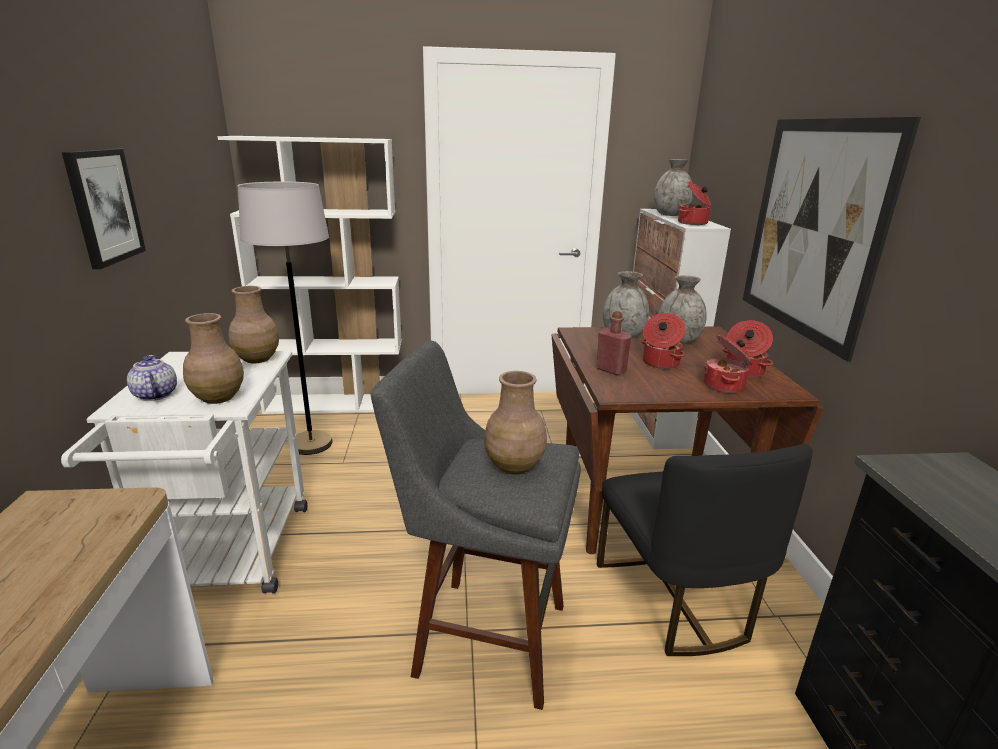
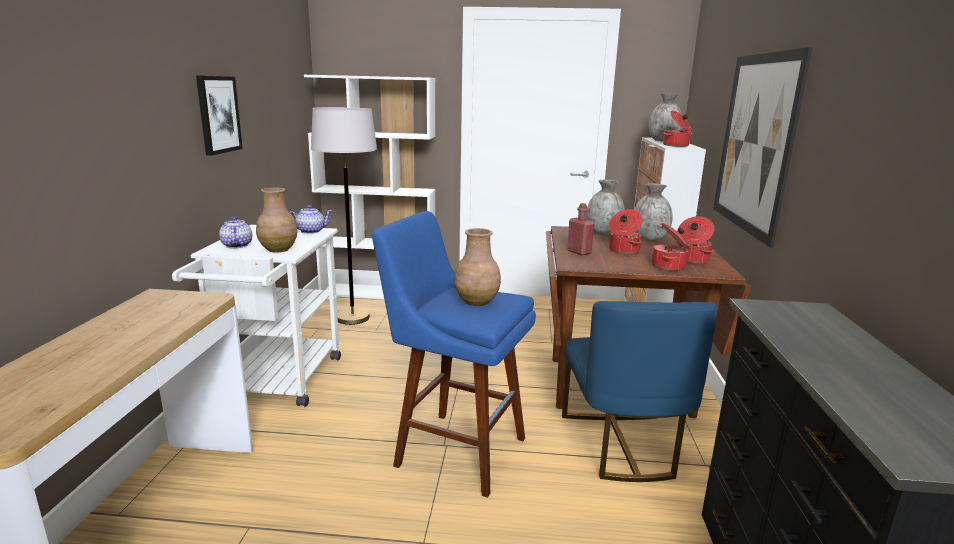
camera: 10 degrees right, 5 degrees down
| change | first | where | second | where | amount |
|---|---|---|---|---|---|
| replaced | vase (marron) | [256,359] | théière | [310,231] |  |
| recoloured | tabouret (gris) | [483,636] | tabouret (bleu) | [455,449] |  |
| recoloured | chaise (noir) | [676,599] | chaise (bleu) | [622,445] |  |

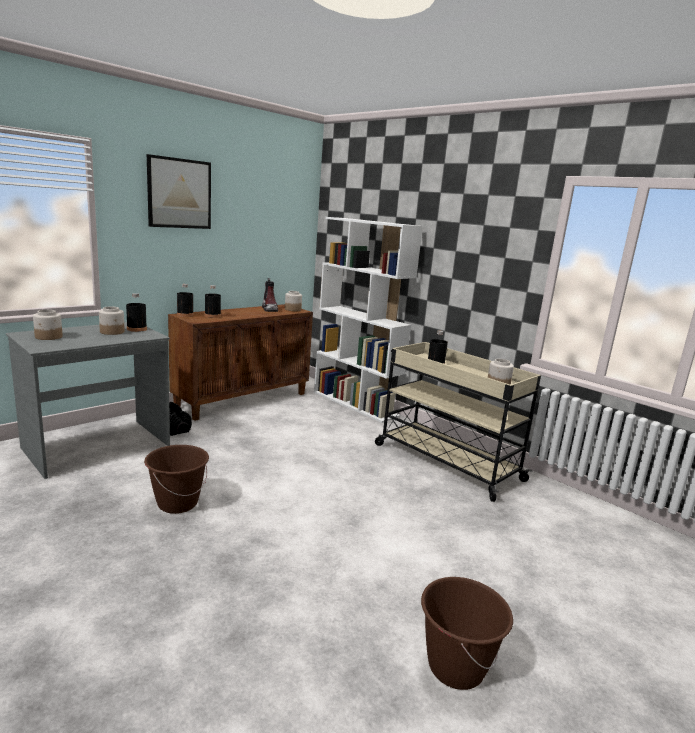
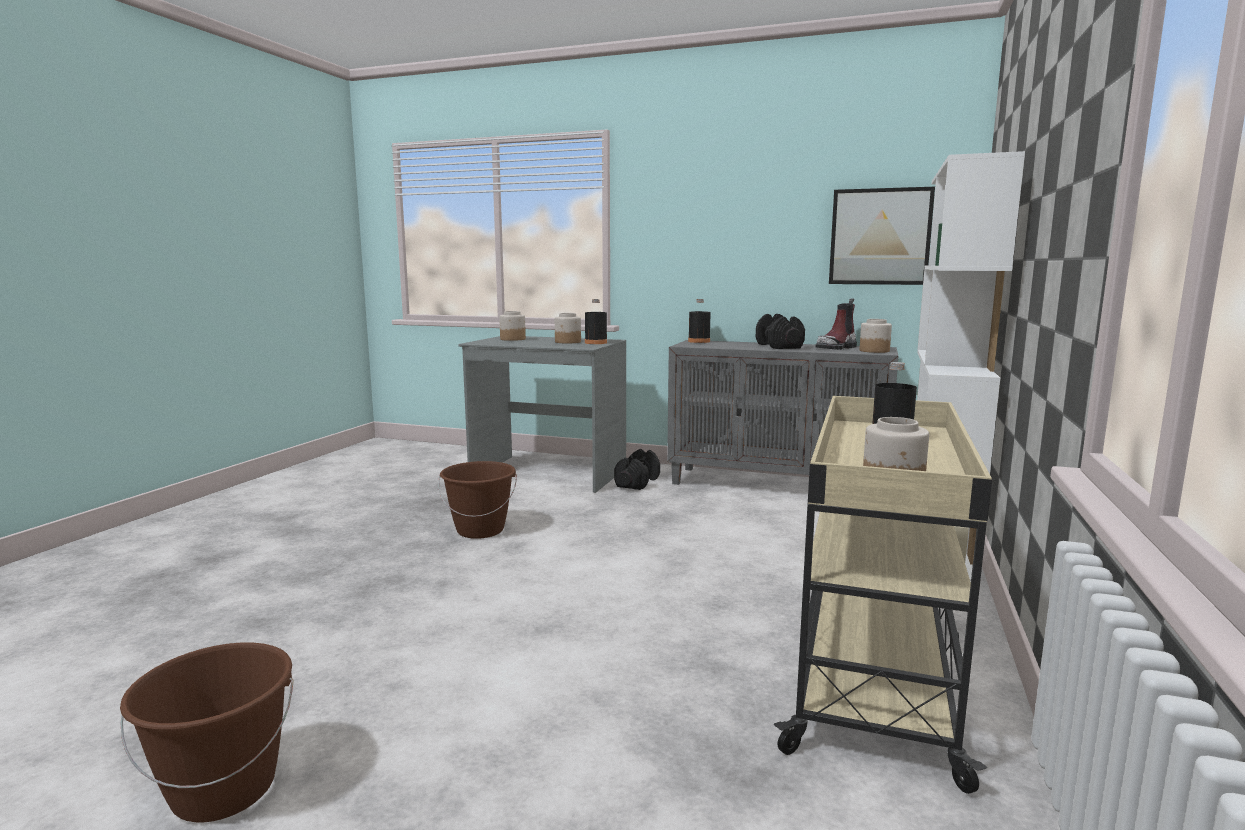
camera: 65 degrees right, 5 degrees down
| change | first | where | second | where | amount |
|---|---|---|---|---|---|
| moved | tableau | [179,193] |  | [880,237] |  |
| removed | bouteille (noir) | [212,316] |  |  |  |
| recoloured | meuble de rangement (marron) | [243,400] | meuble de rangement (gris) | [777,485] |  |
| added |  |  | haltère (noir) | [779,346] |  |

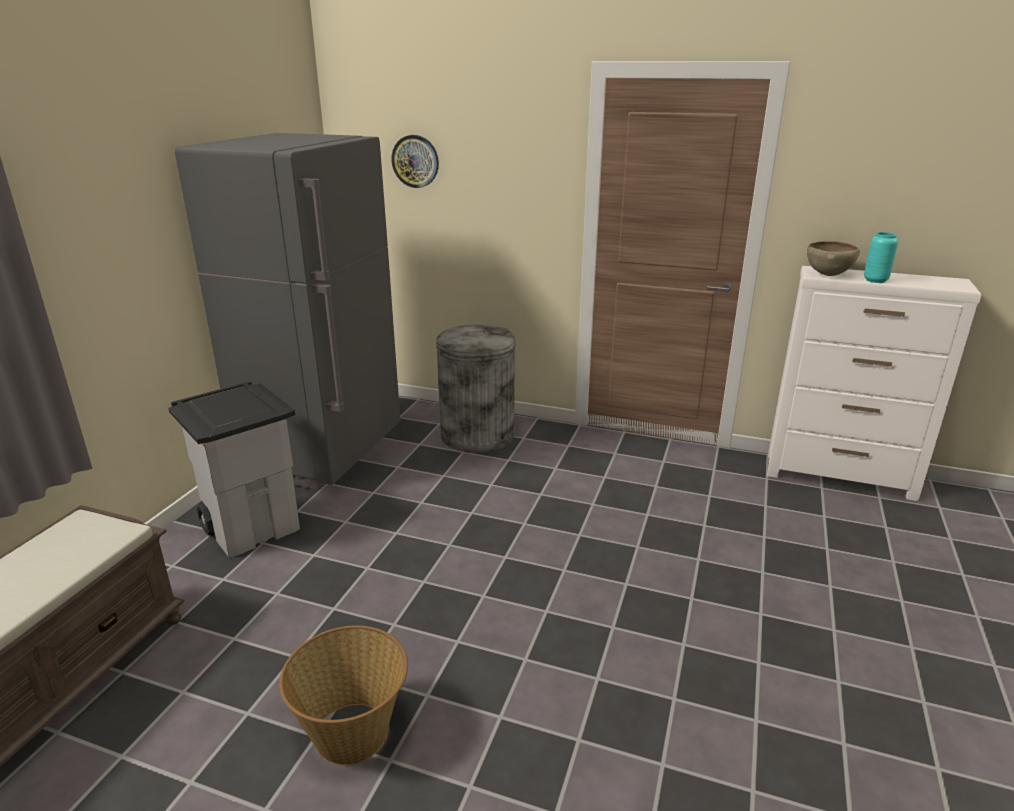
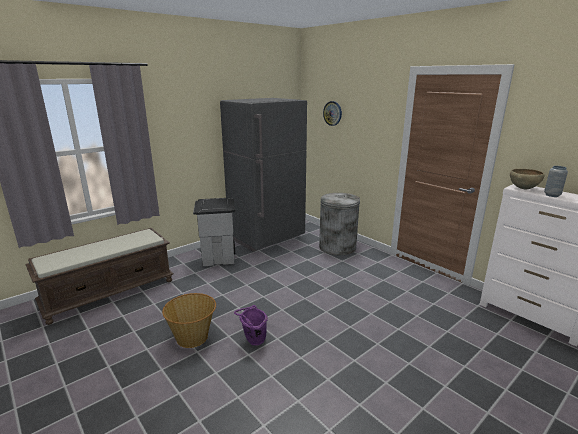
camera: 30 degrees right, 5 degrees down
| change | first | where | second | where | amount |
|---|---|---|---|---|---|
| recoloured | vase (turquoise) | [875,280] | vase (gris) | [552,195] |  |
| added |  |  | seau (violet) | [253,341] |  |

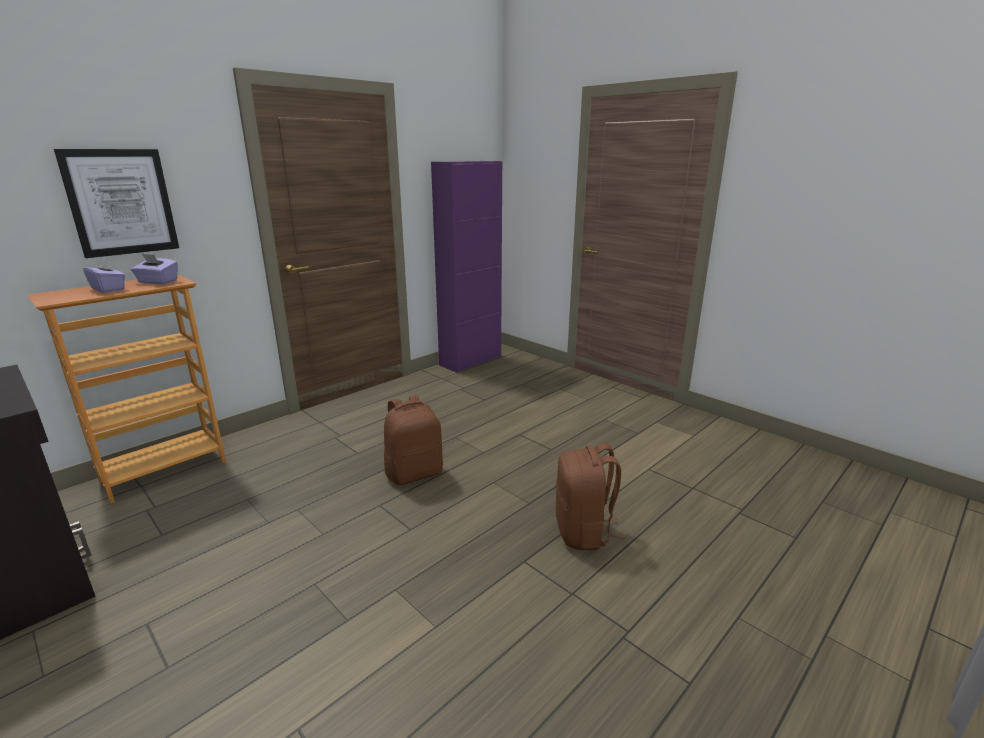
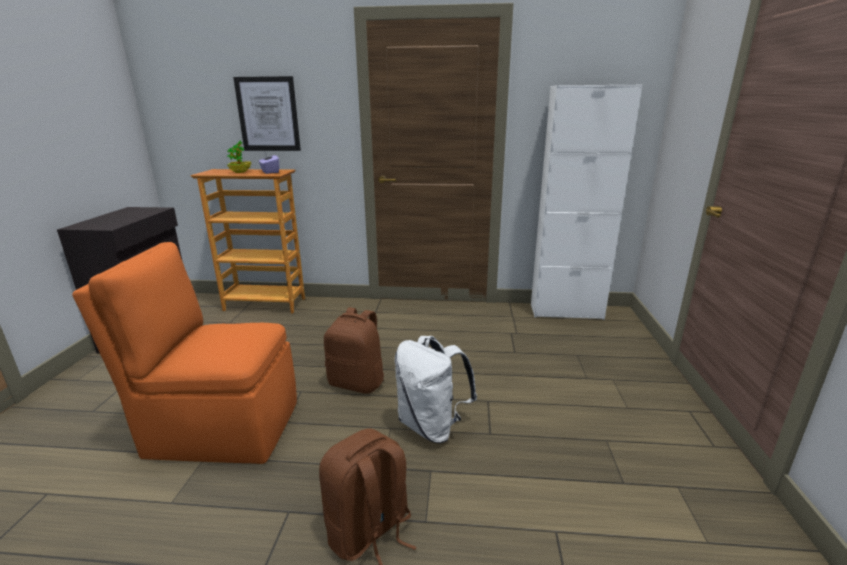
camera: 50 degrees right, 0 degrees up
| change | first | where | second | where | amount |
|---|---|---|---|---|---|
| recoloured | meuble de rangement (violet) | [470,361] | meuble de rangement (blanc) | [566,311] |  |
| replaced | boîte à mouchoirs (violet) | [109,289] | plante en pot | [240,172] |  |
| added |  |  | chaise (orange) | [221,428] |  |
| added |  |  | sac à dos (blanc) | [432,426] |  |

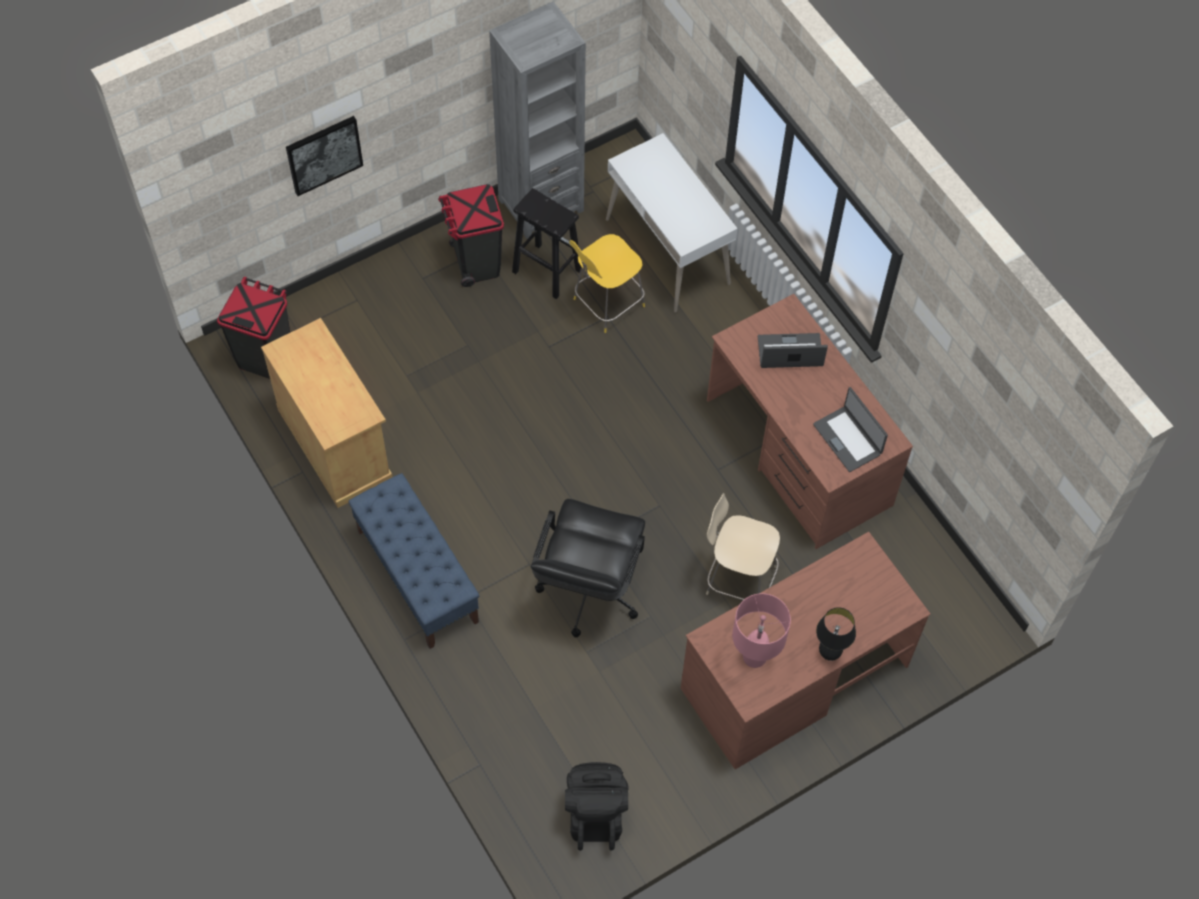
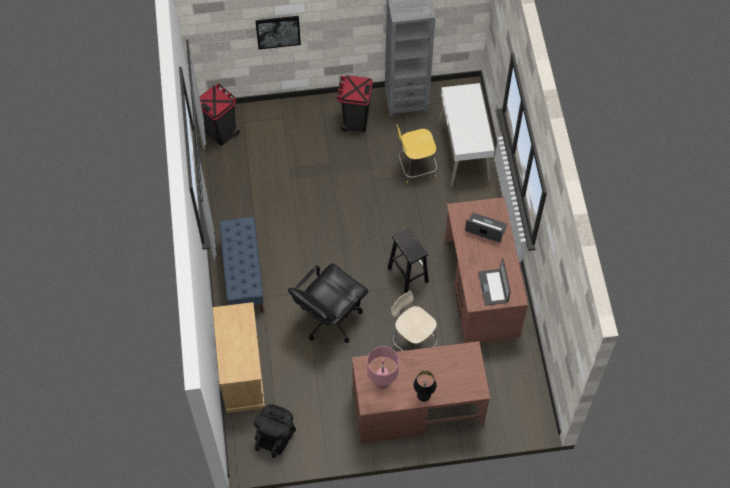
camera: 25 degrees right, 0 degrees up
| change | first | where | second | where | amount |
|---|---|---|---|---|---|
| moved | tabouret (noir) | [546,270] |  | [407,274] |  |
| moved | meuble de rangement (beige) | [335,444] |  | [242,373] |  |

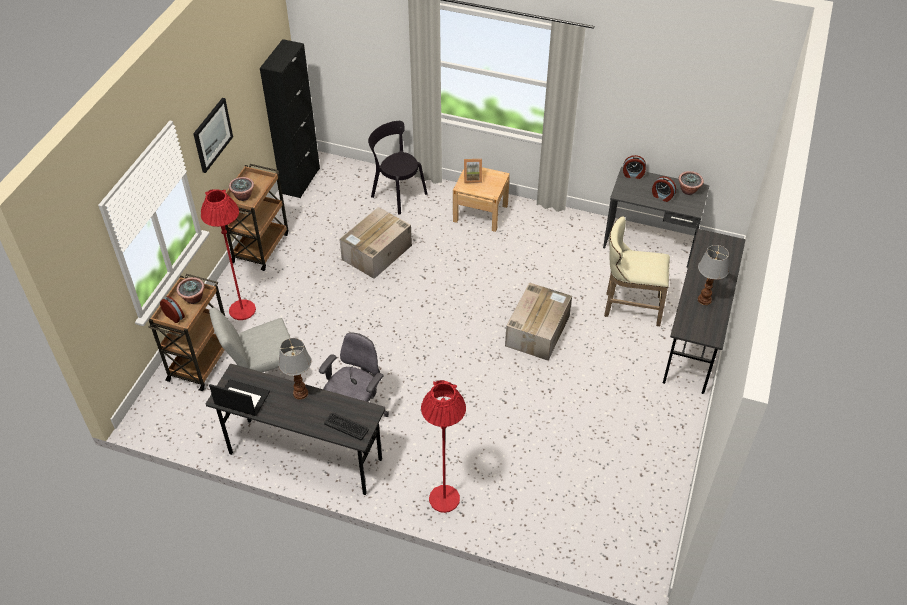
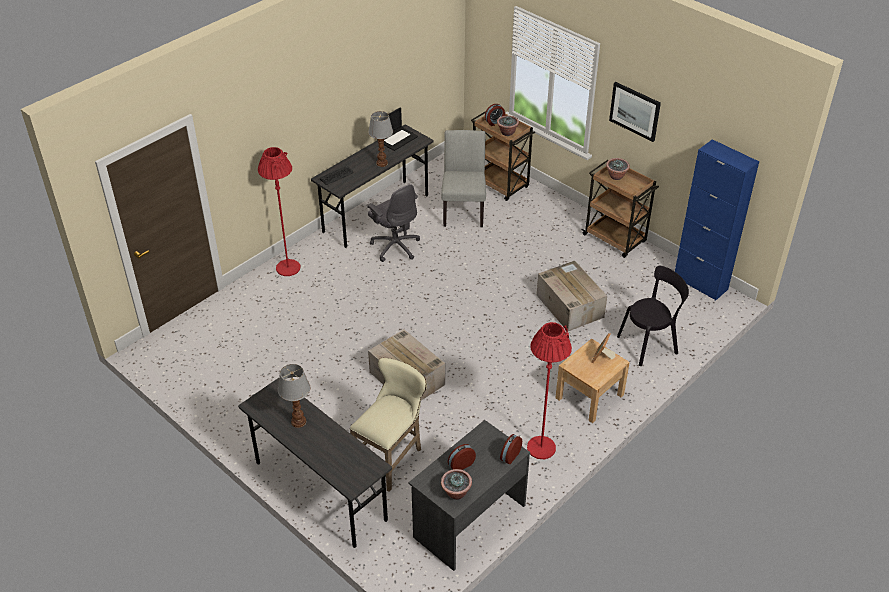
camera: 115 degrees right, 5 degrees down
| change | first | where | second | where | amount |
|---|---|---|---|---|---|
| recoloured | meuble de rangement (noir) | [300,180] | meuble de rangement (bleu) | [700,283] |  |
| moved | lampadaire (rouge) | [242,310] |  | [541,448] |  |

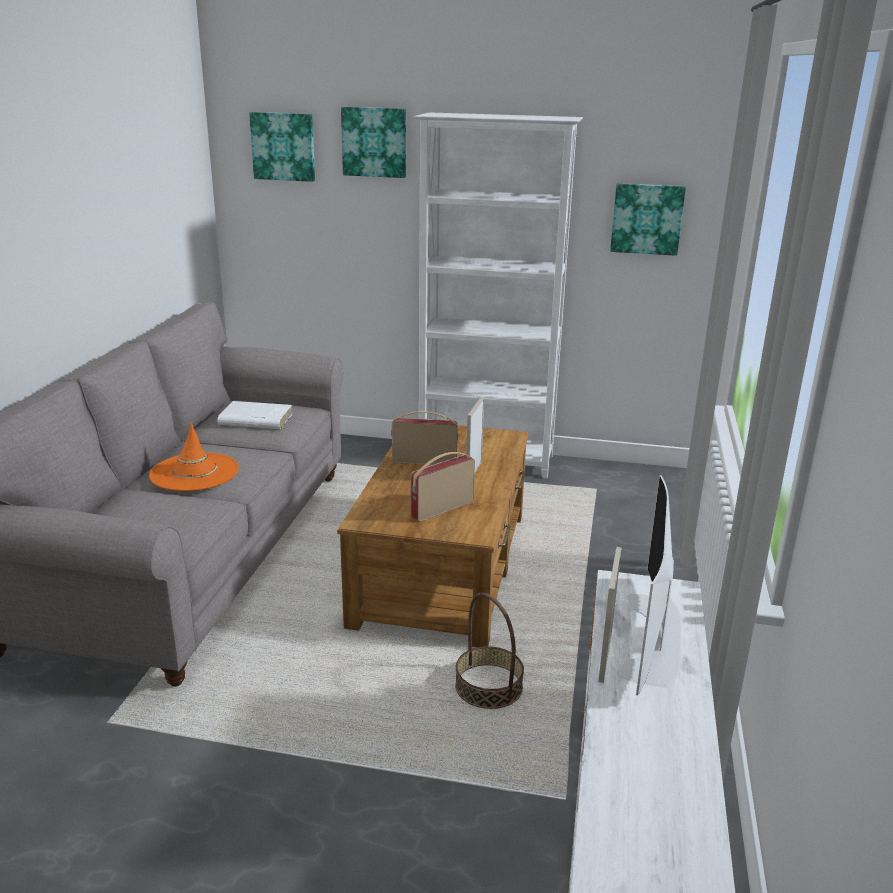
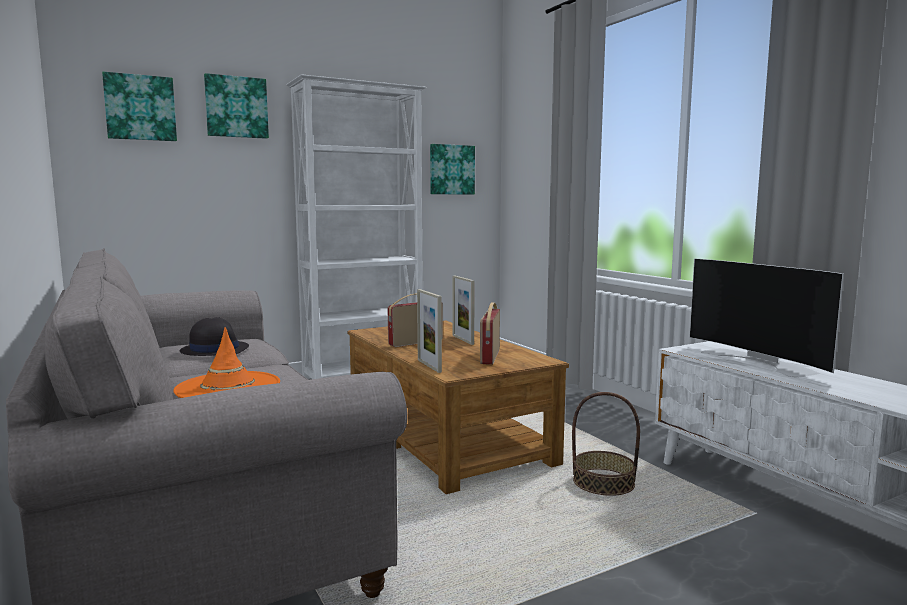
camera: 40 degrees left, 15 degrees down
| change | first | where | second | where | amount |
|---|---|---|---|---|---|
| replaced | livre (blanc) | [255,420] | chapeau (noir) | [214,350] |  |
| moved | cadre photo | [605,658] |  | [429,366] |  |

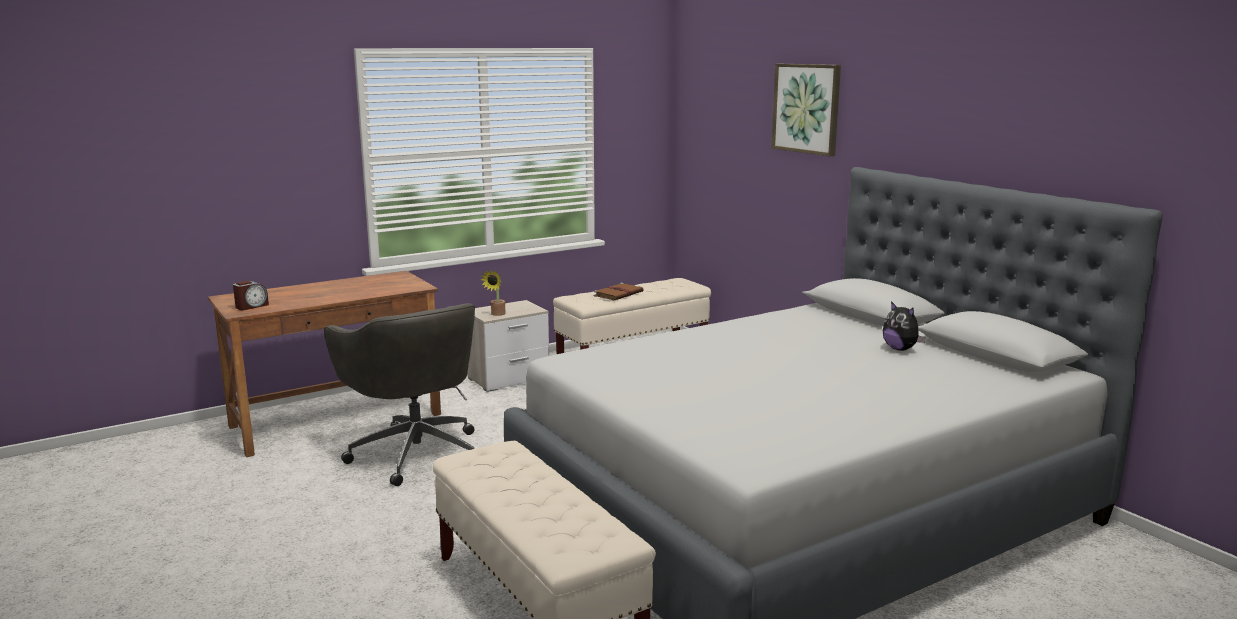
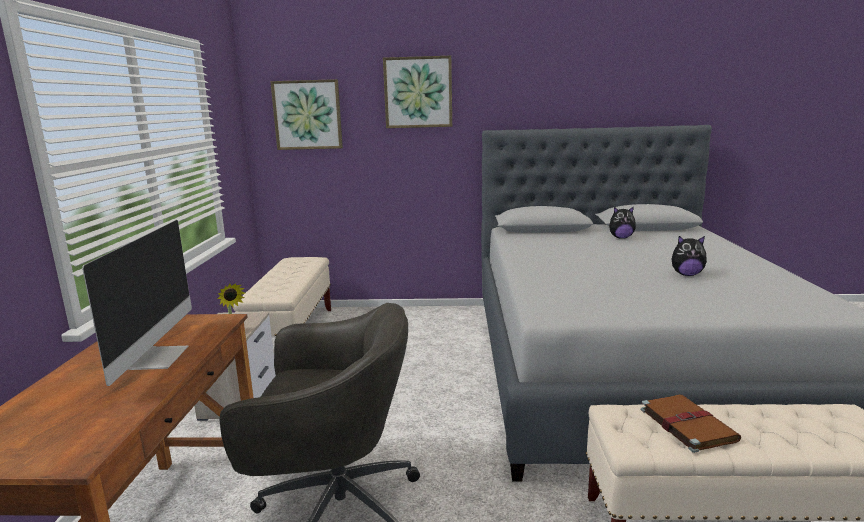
camera: 55 degrees left, 0 degrees up
| change | first | where | second | where | amount |
|---|---|---|---|---|---|
| removed | réveil | [251,306] |  |  |  |
| moved | livre (marron) | [619,294] |  | [686,424] |  |
| added |  |  | tableau | [307,115] |  |
| added |  |  | écran d'ordinateur | [155,357] |  |
| added |  |  | peluche | [686,274] |  |

